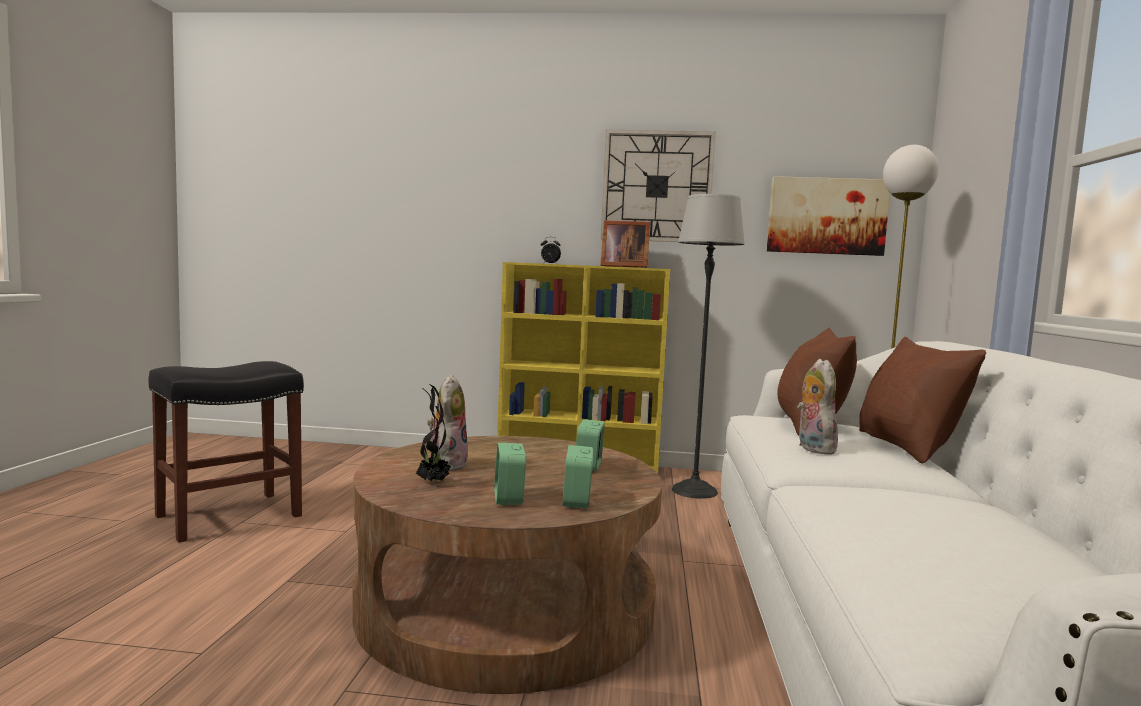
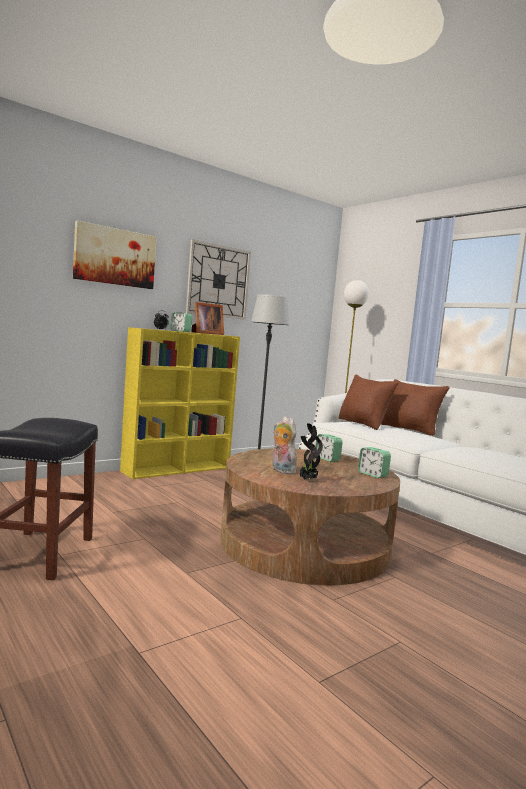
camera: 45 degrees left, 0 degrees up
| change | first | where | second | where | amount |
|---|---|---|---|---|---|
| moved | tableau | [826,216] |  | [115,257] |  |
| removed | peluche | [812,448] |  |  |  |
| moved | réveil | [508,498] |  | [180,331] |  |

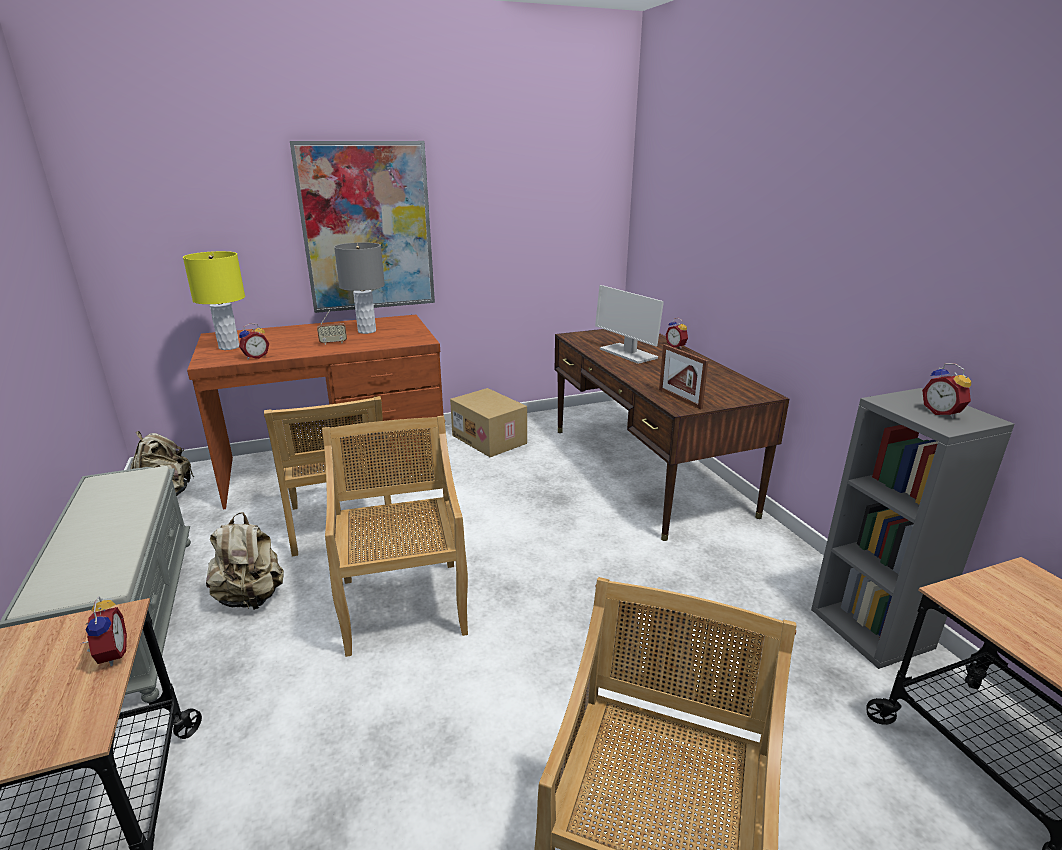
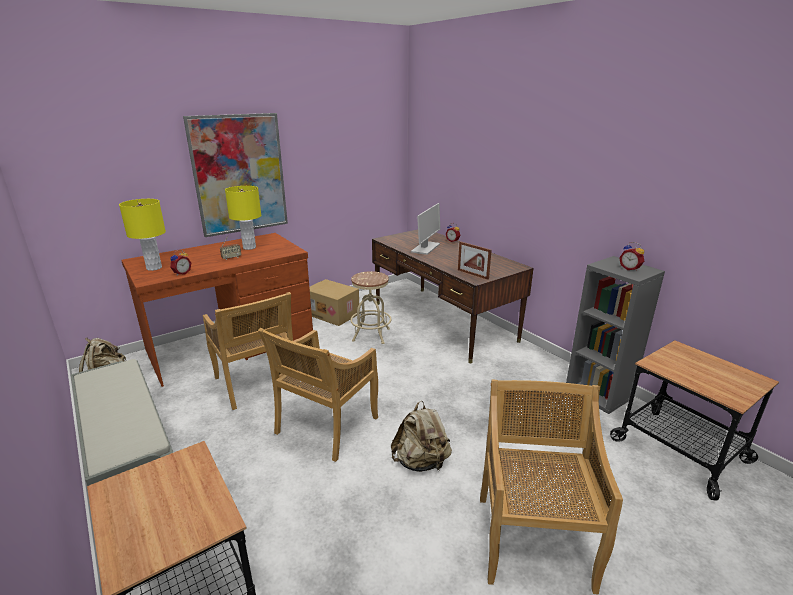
camera: 15 degrees left, 0 degrees up
| change | first | where | second | where | amount |
|---|---|---|---|---|---|
| recoloured | lampe de table (gris) | [367,331] | lampe de table (jaune) | [249,247] |  |
| turned | écran d'ordinateur | [627,353] |  | [425,248] | 105 degrees counterclockwise |
| turned | chaise (beige) | [403,604] |  | [326,426] | 120 degrees counterclockwise |
| moved | sac à dos (beige) | [251,597] |  | [421,462] |  |
| removed | réveil | [110,655] |  |  |  |
| added |  |  | tabouret (beige) | [371,335] |  |

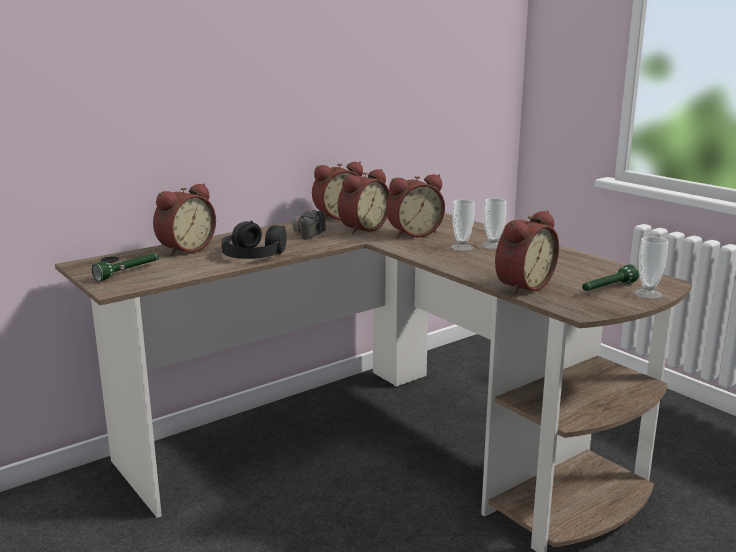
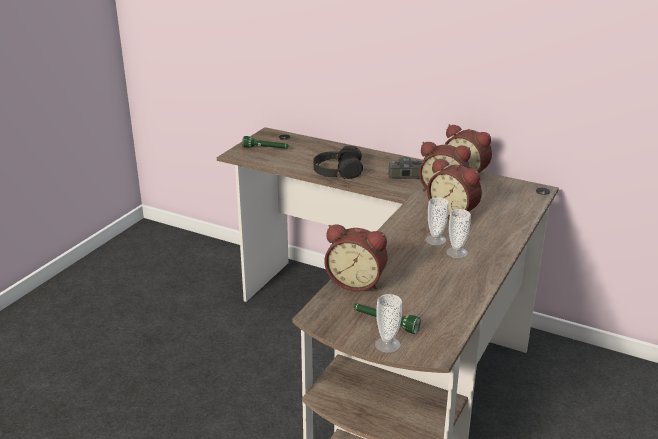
camera: 65 degrees right, 10 degrees up
| change | first | where | second | where | amount |
|---|---|---|---|---|---|
| removed | réveil | [184,249] |  |  |  |

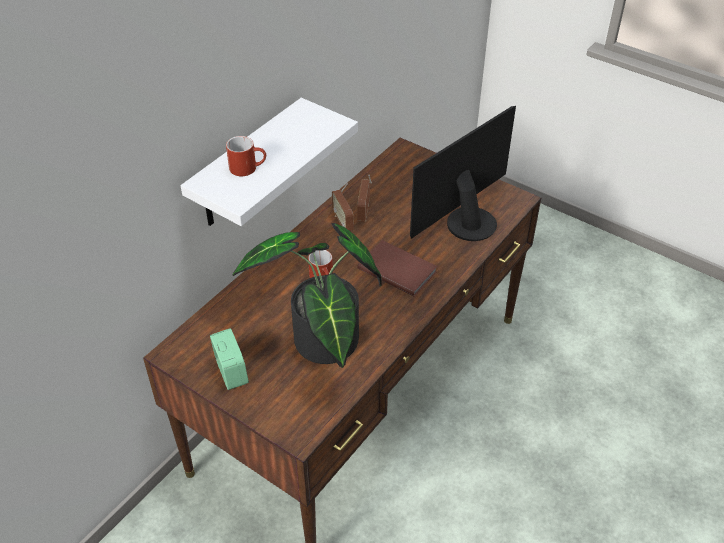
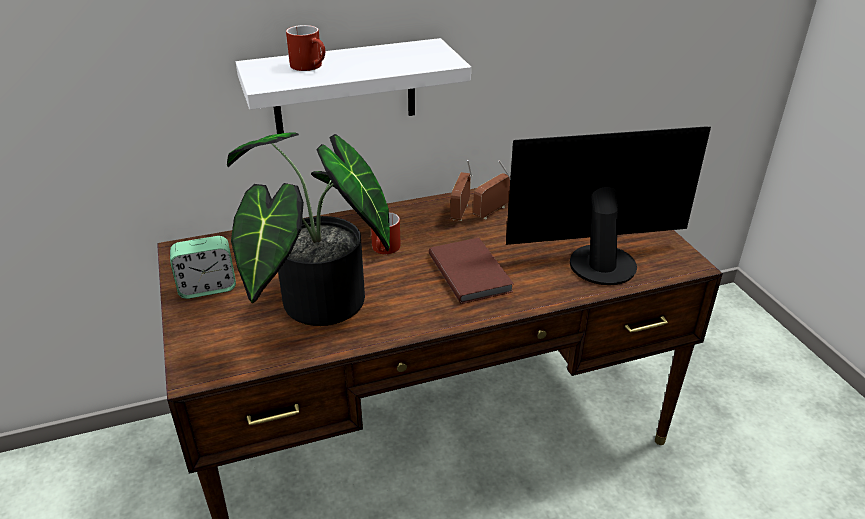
camera: 35 degrees right, 10 degrees down
| change | first | where | second | where | amount |
|---|---|---|---|---|---|
| turned | réveil | [231,372] |  | [207,288] | 60 degrees clockwise |

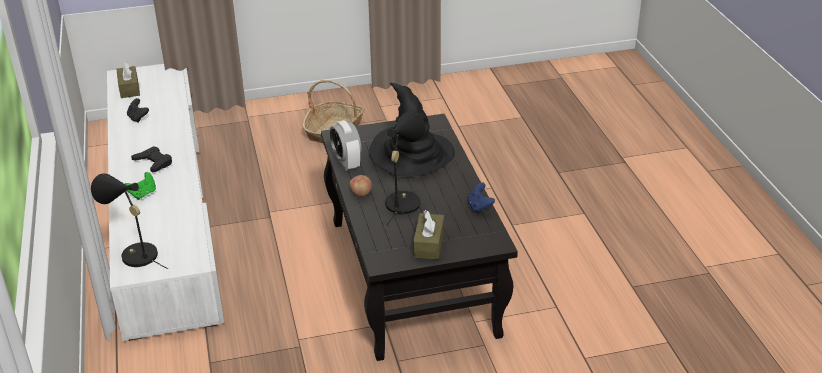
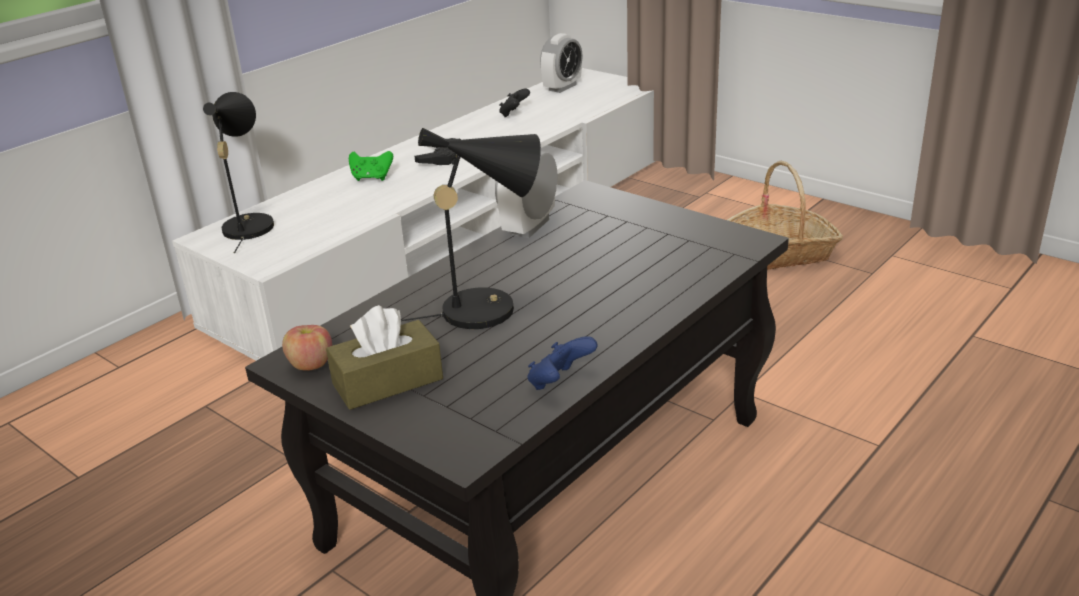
camera: 55 degrees right, 5 degrees down
| change | first | where | second | where | amount |
|---|---|---|---|---|---|
| replaced | boîte à mouchoirs (marron) | [129,88] | réveil | [562,87] |  |
| removed | chapeau (noir) | [411,155] |  |  |  |
| moved | pomme | [360,193] |  | [311,365] |  |

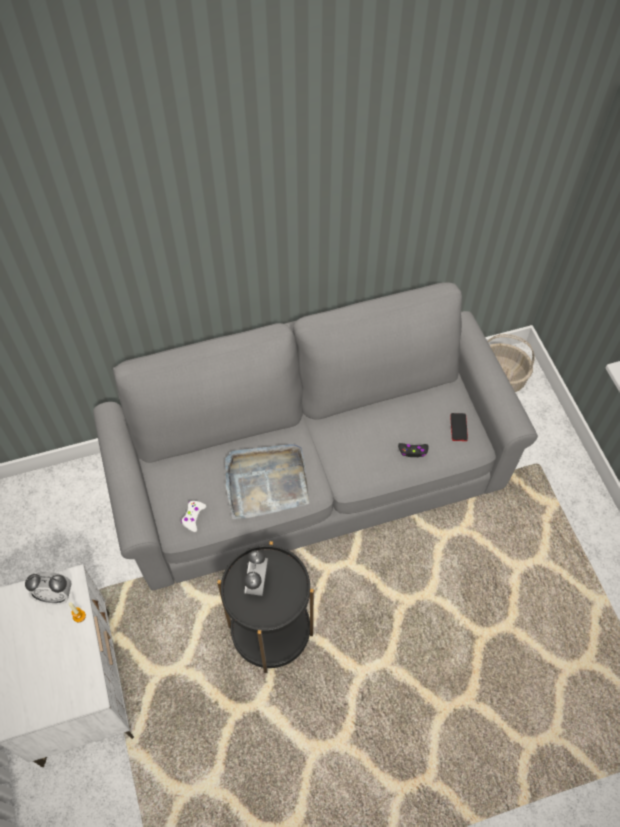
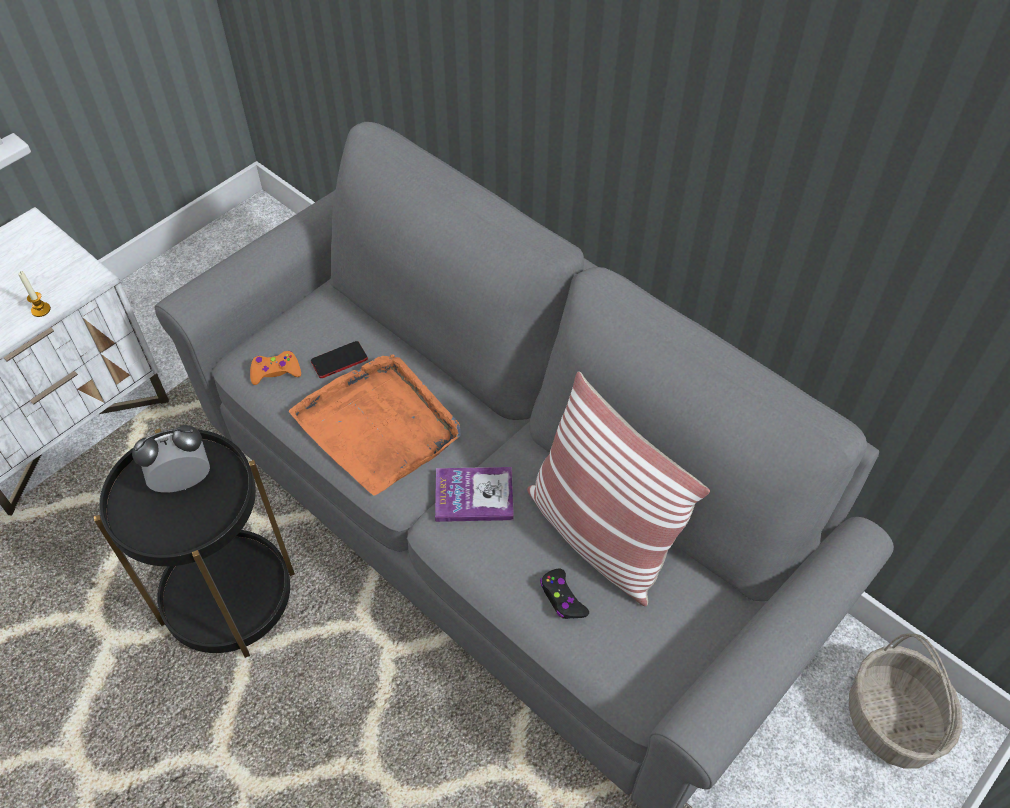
camera: 60 degrees right, 5 degrees down
| change | first | where | second | where | amount |
|---|---|---|---|---|---|
| moved | téléphone | [458,427] |  | [339,360] |  |
| recoloured | plateau (gris) | [266,482] | plateau (orange) | [379,426] |  |
| recoloured | manette (blanc) | [193,517] | manette (orange) | [275,372] |  |
| removed | réveil | [55,595] |  |  |  |
| added |  |  | coussin | [599,535] |  |
| added |  |  | livre | [474,496] |  |

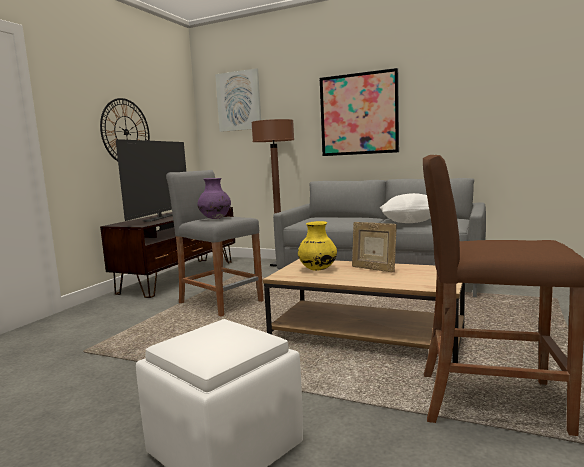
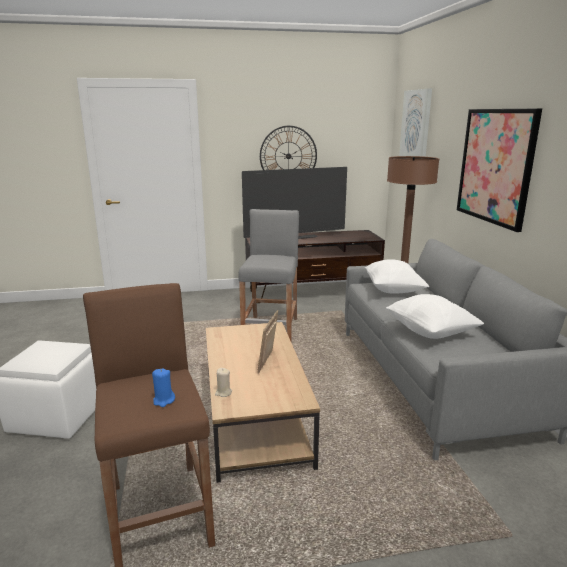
camera: 55 degrees right, 10 degrees up
| change | first | where | second | where | amount |
|---|---|---|---|---|---|
| removed | vase (violet) | [215,218] |  |  |  |
| removed | vase (jaune) | [317,269] |  |  |  |
| added |  |  | coussin (blanc) | [393,290] |  |
| added |  |  | bougie (bleu) | [164,400] |  |
| added |  |  | bougie (beige) | [223,393] |  |

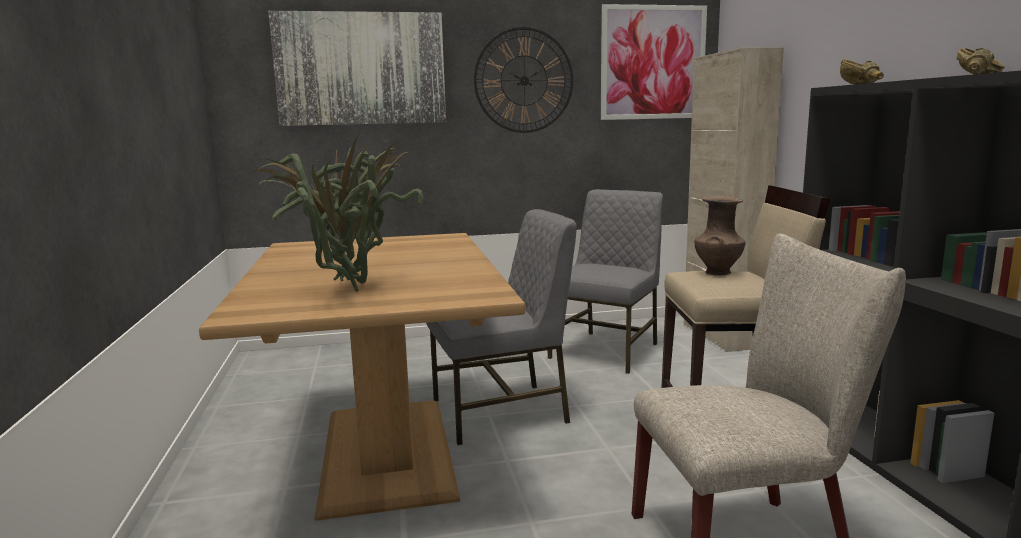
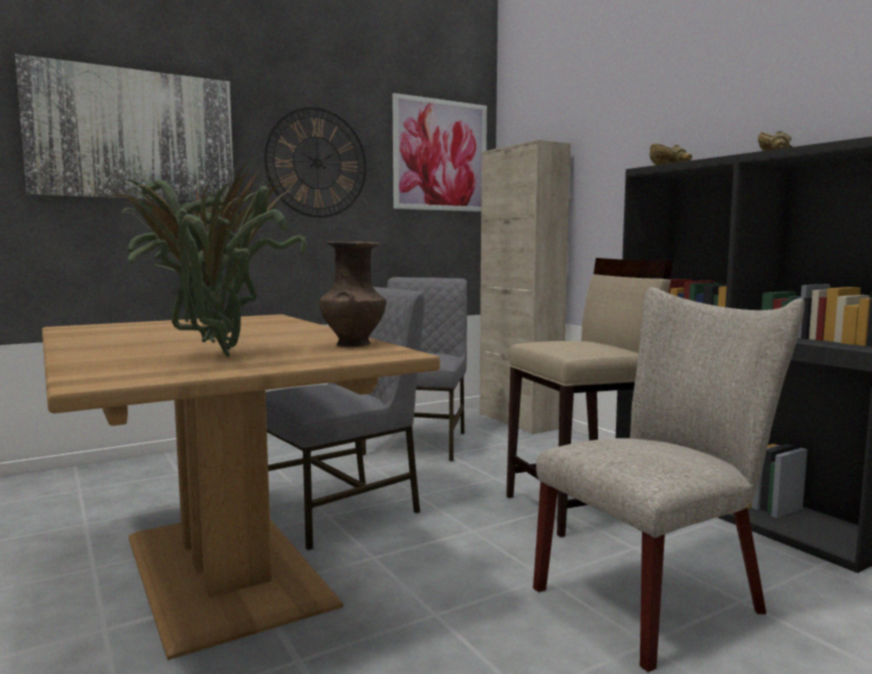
camera: 20 degrees left, 5 degrees down
| change | first | where | second | where | amount |
|---|---|---|---|---|---|
| moved | vase (marron) | [717,272] |  | [353,344] |  |

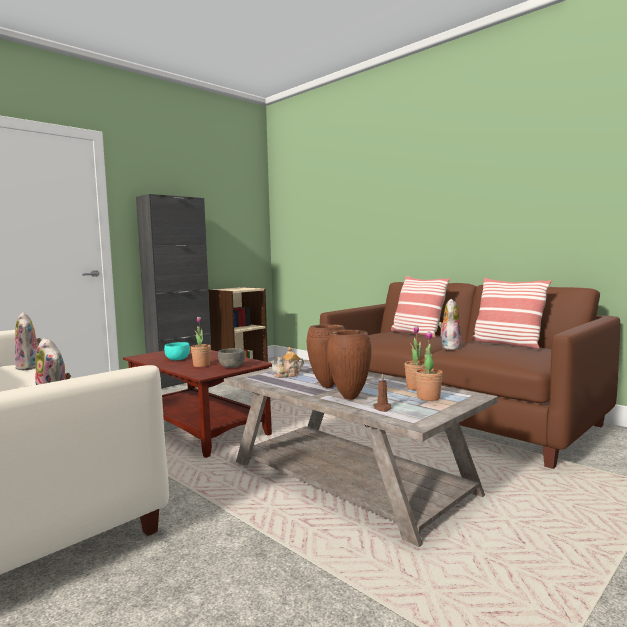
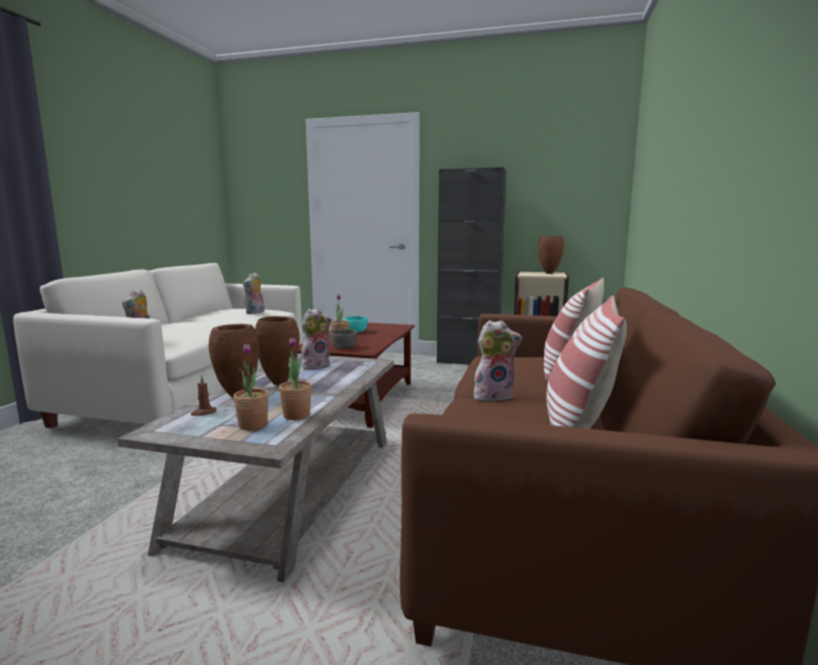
camera: 60 degrees right, 5 degrees up
| change | first | where | second | where | amount |
|---|---|---|---|---|---|
| replaced | théière | [287,375] | peluche | [315,365] |  |
| added |  |  | vase (marron) | [549,273] |  |

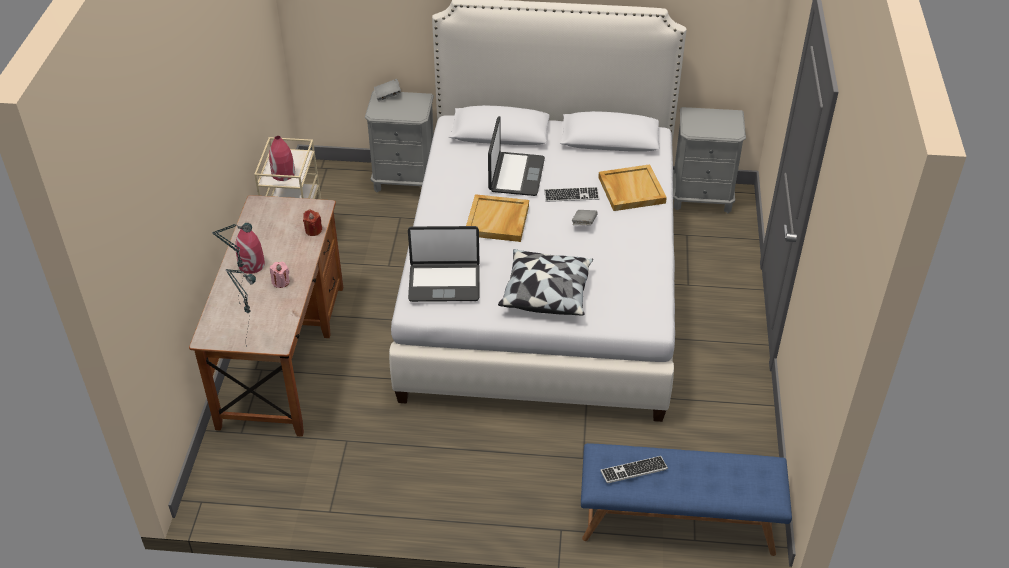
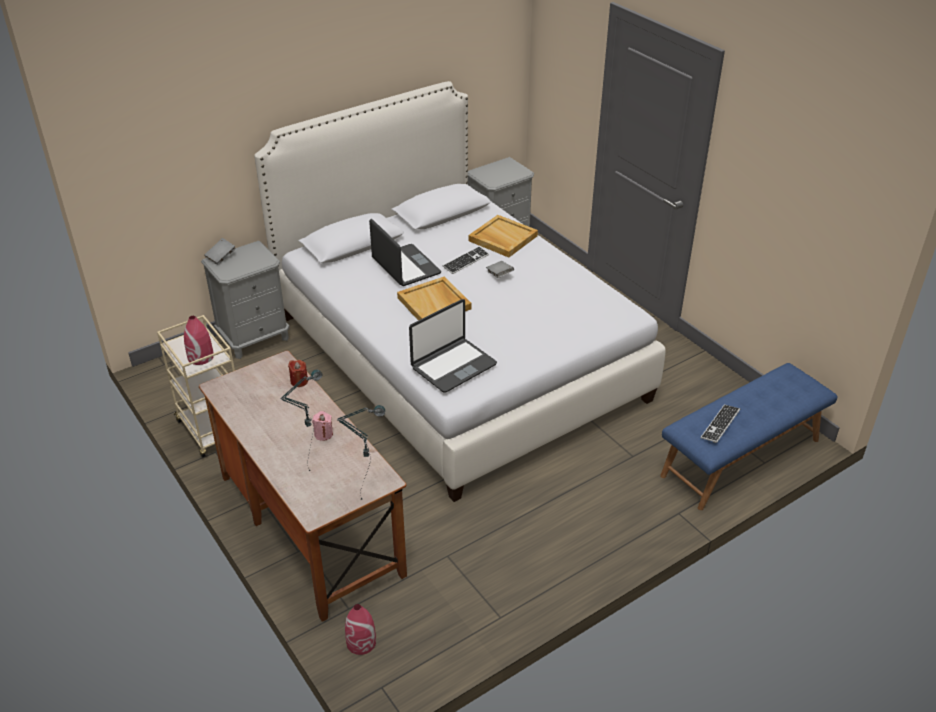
camera: 40 degrees left, 5 degrees down
| change | first | where | second | where | amount |
|---|---|---|---|---|---|
| moved | vase (rouge) | [252,265] |  | [361,642] |  |
| removed | coussin | [546,293] |  |  |  |

